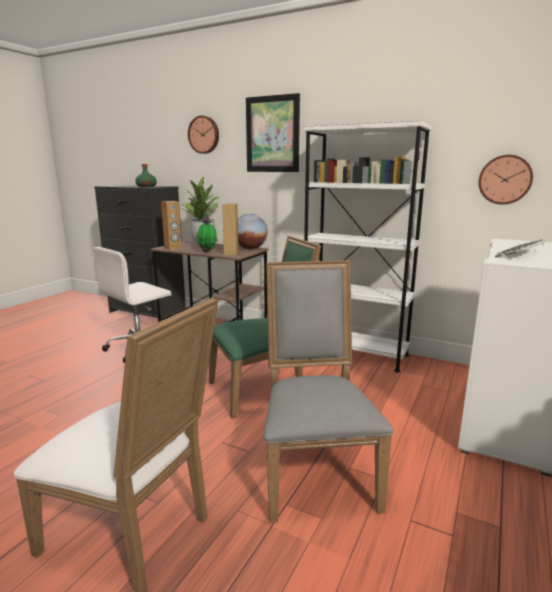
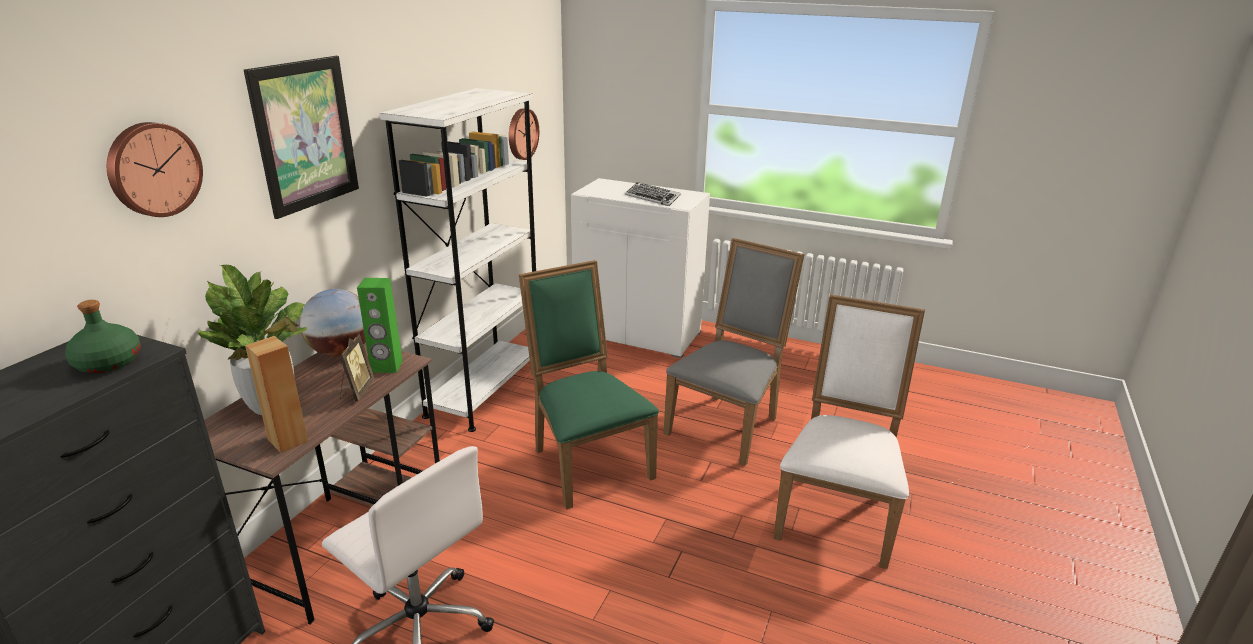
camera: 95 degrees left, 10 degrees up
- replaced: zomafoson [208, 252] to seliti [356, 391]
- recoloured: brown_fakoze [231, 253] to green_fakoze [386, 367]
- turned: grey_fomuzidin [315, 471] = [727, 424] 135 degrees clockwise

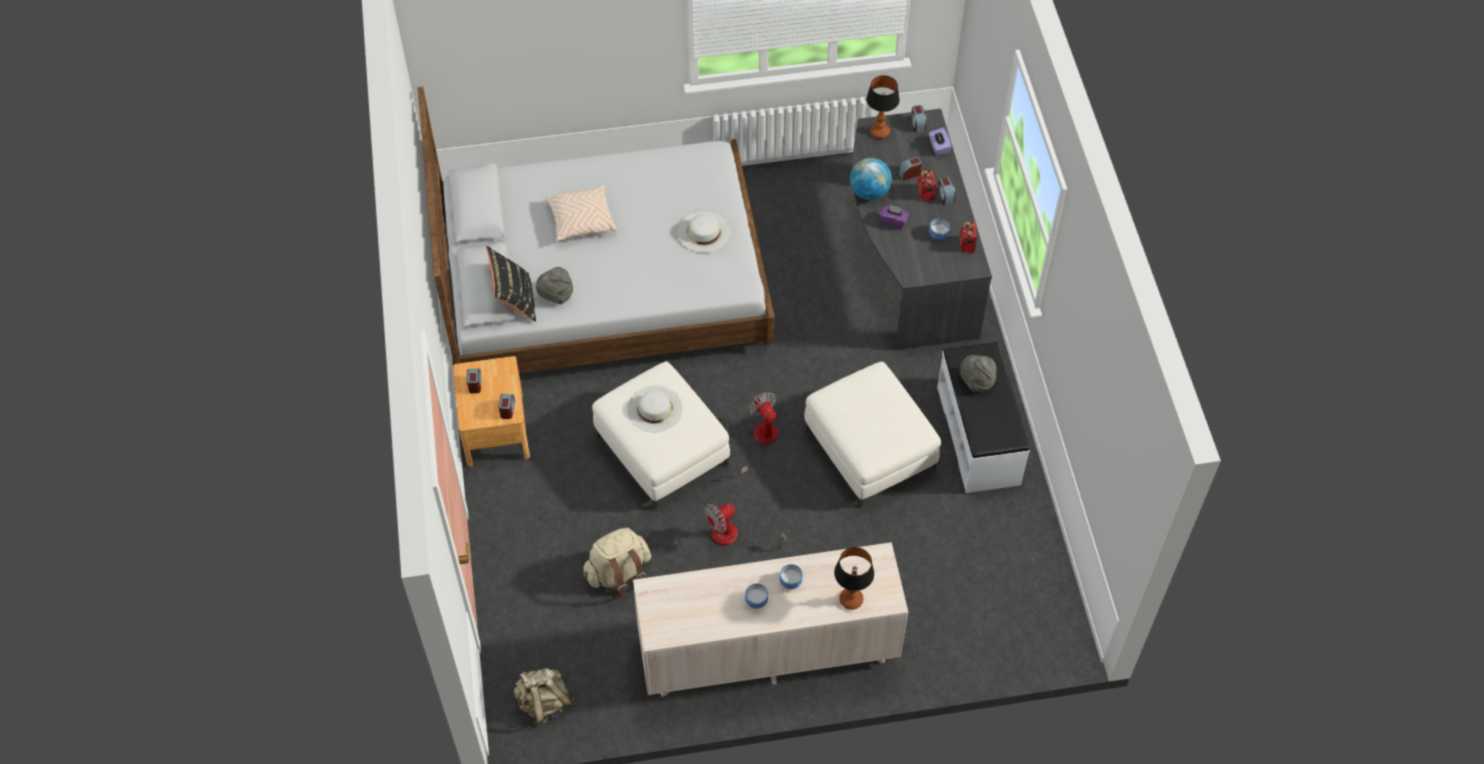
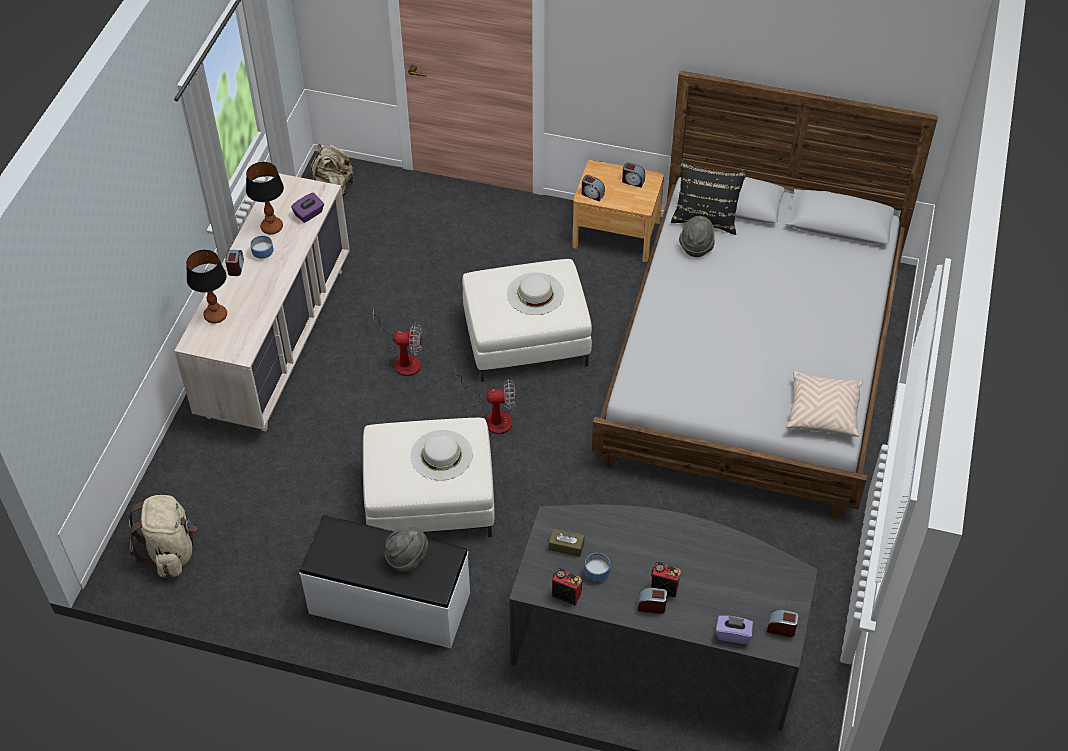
camera: 115 degrees right, 5 degrees down
- moved: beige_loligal [618, 573] to [171, 551]
- moved: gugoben [909, 173] to [236, 267]
- moved: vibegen [880, 132] to [271, 227]
- moved: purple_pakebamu [893, 221] to [309, 214]
- turned: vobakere [734, 536] = [402, 359] 105 degrees clockwise
- moved: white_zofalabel [703, 232] to [441, 455]
- added: brown_pakebamu [566, 546]
- moved: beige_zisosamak [581, 221] to [822, 412]
- removed: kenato [791, 581]
- removed: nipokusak [869, 192]

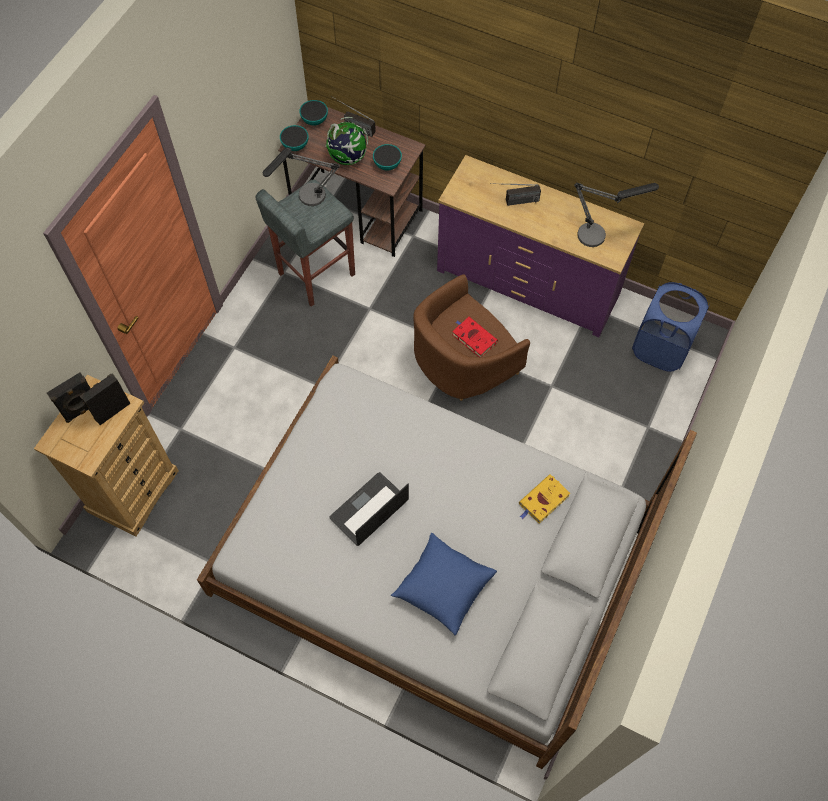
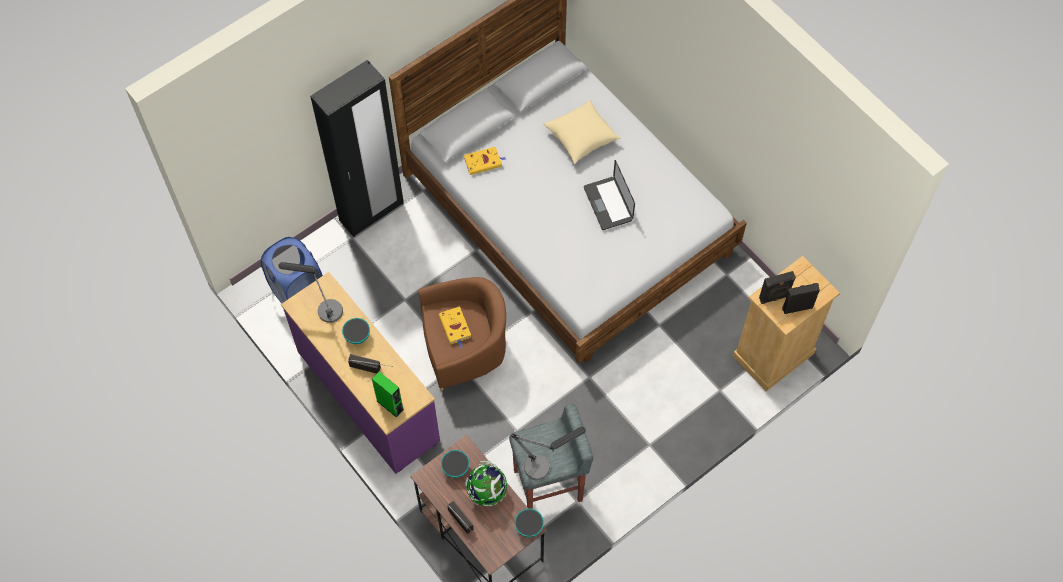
camera: 155 degrees left, 0 degrees up
- added: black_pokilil [371, 212]
- moved: kenato [314, 120] to [357, 336]
- added: green_fakoze [390, 405]
- recoloured: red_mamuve [473, 338] to yellow_mamuve [455, 327]
- recoloured: blue_zisosamak [443, 587] to beige_zisosamak [581, 138]
- turned: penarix [369, 509] = [608, 204] 90 degrees clockwise

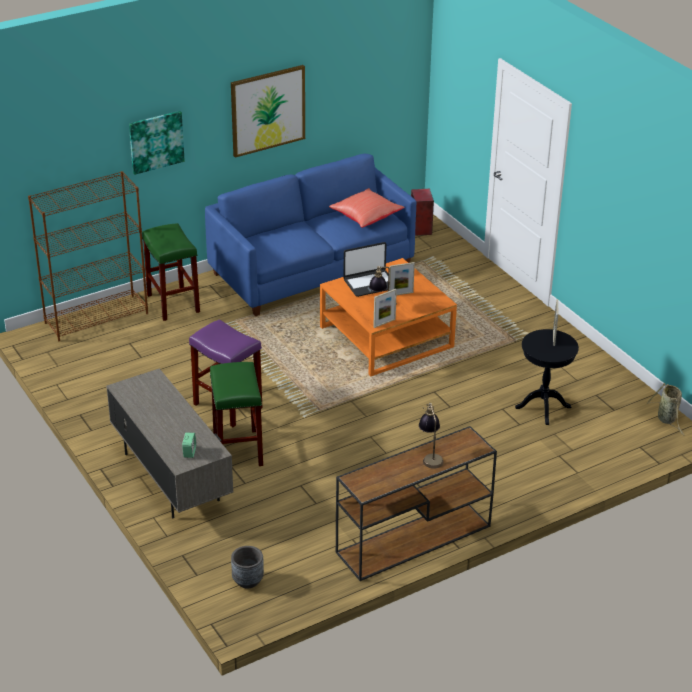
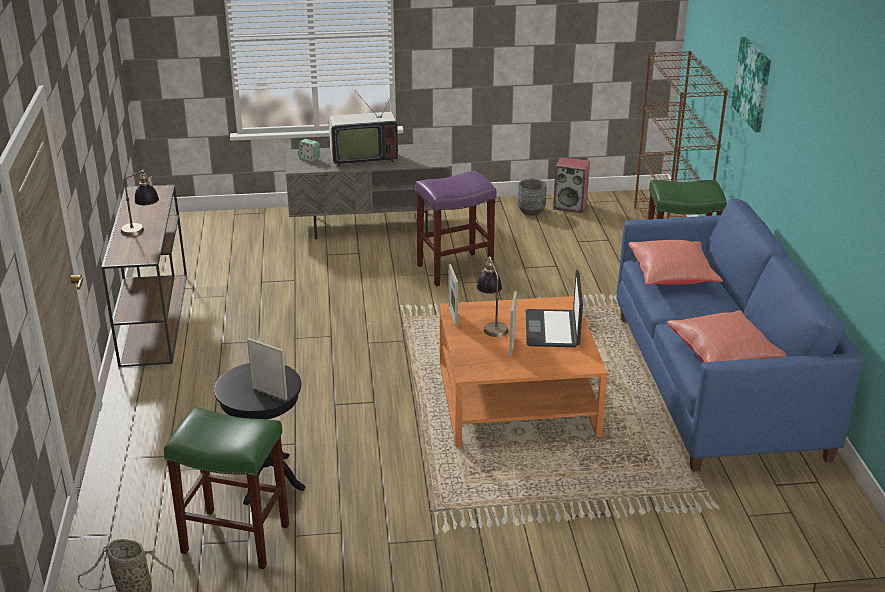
camera: 115 degrees right, 5 degrees down
- moved: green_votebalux [238, 450] to [234, 539]
- added: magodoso [362, 158]
- moved: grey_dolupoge [248, 581] to [531, 211]
- moved: fakoze [420, 228] to [570, 206]
- added: red_zisosamak [672, 277]
- removed: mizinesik [268, 110]

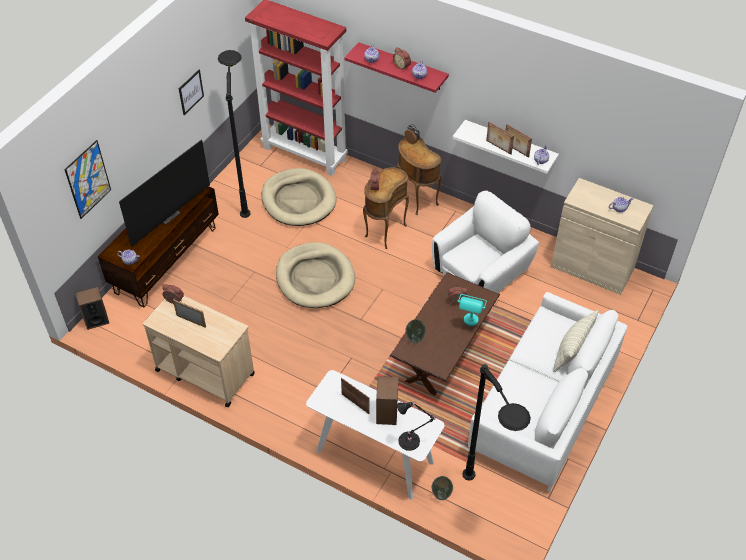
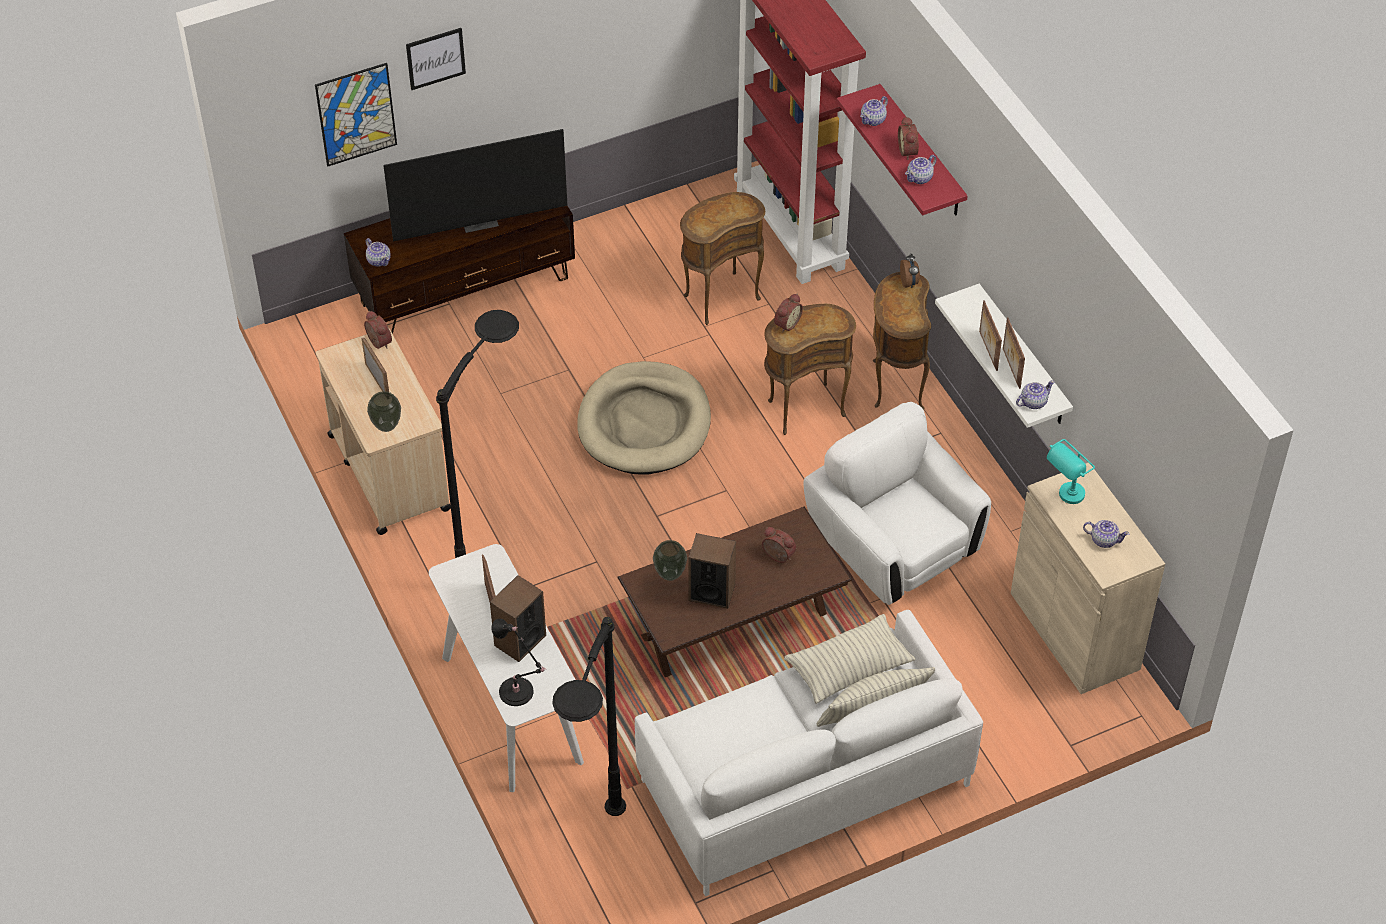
camera: 35 degrees right, 0 degrees up
- moved: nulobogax [441, 495] to [386, 426]
- moved: mizinesik [191, 92] to [435, 58]
- moved: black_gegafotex [246, 190] to [500, 544]
- replaced: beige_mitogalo [298, 200] to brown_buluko [720, 296]
- moved: fakoze [96, 320] to [711, 592]
- added: zisosamak [849, 668]
- turned: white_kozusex [480, 272] = [893, 544] 120 degrees counterclockwise
- moved: turquoise_vibegen [470, 324] to [1065, 499]

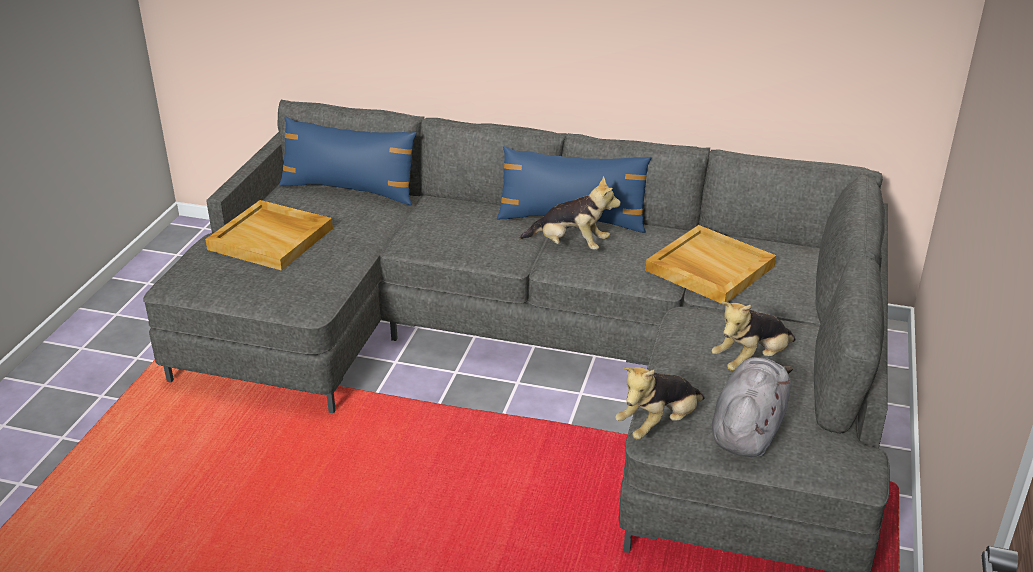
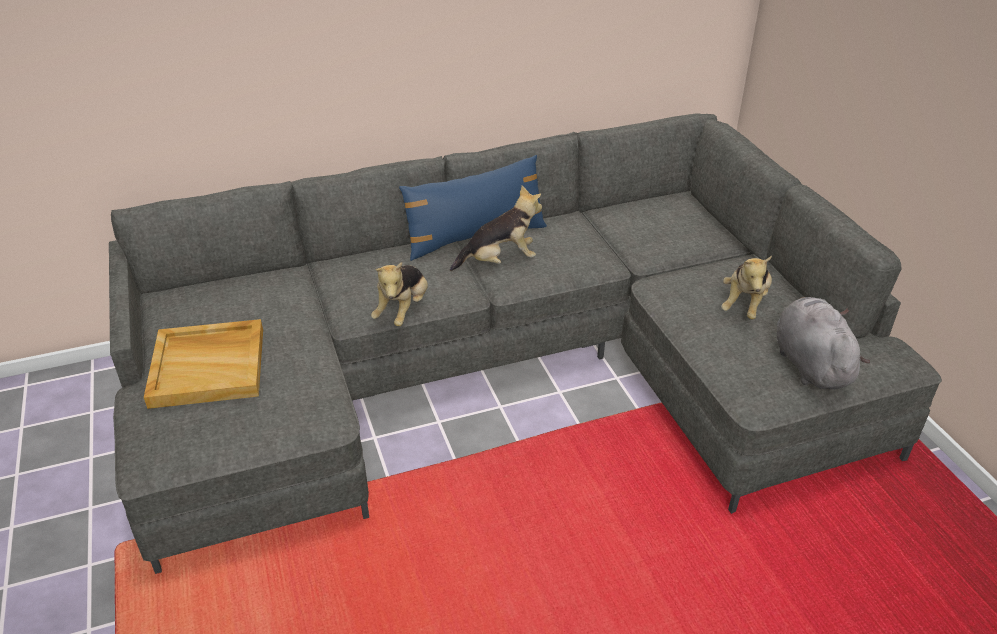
camera: 35 degrees left, 5 degrees up
- moved: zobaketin [659, 424] to [403, 310]
- removed: blue_zisosamak [349, 190]
- removed: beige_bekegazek [708, 268]

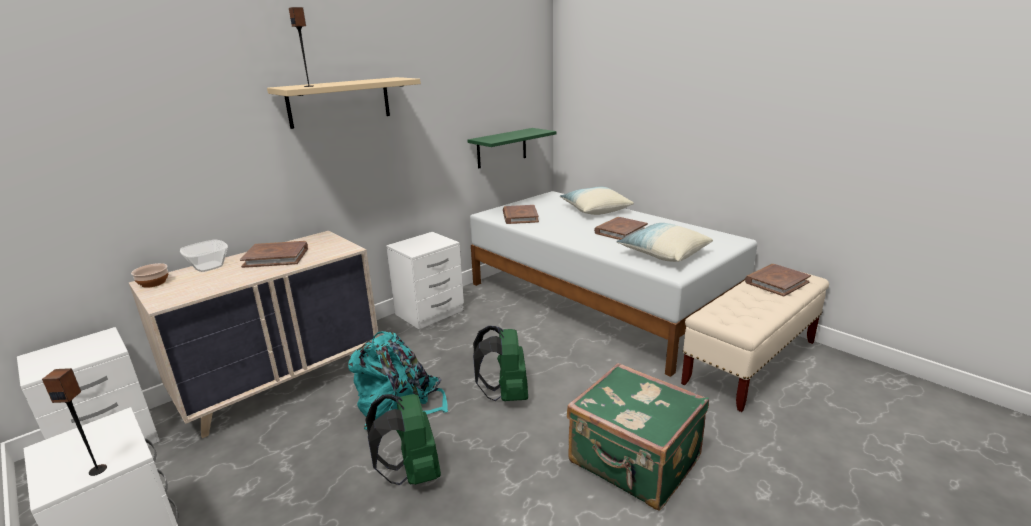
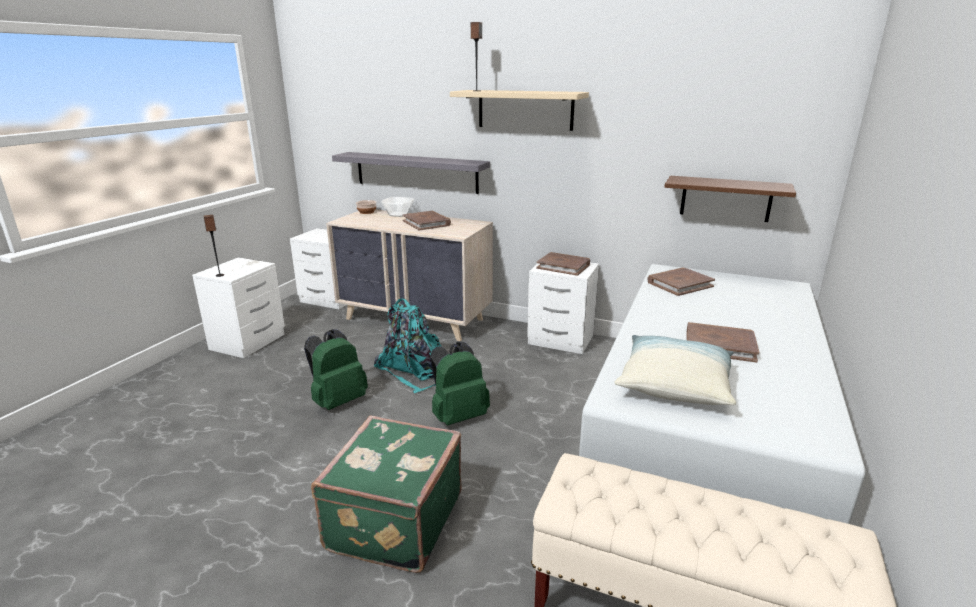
camera: 65 degrees right, 0 degrees up
- added: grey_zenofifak [416, 172]
- moved: brown_mamuve [776, 282] to [563, 266]
- recoloured: green_zenofifak [501, 148] to brown_zenofifak [726, 198]
- removed: zisosamak [595, 210]

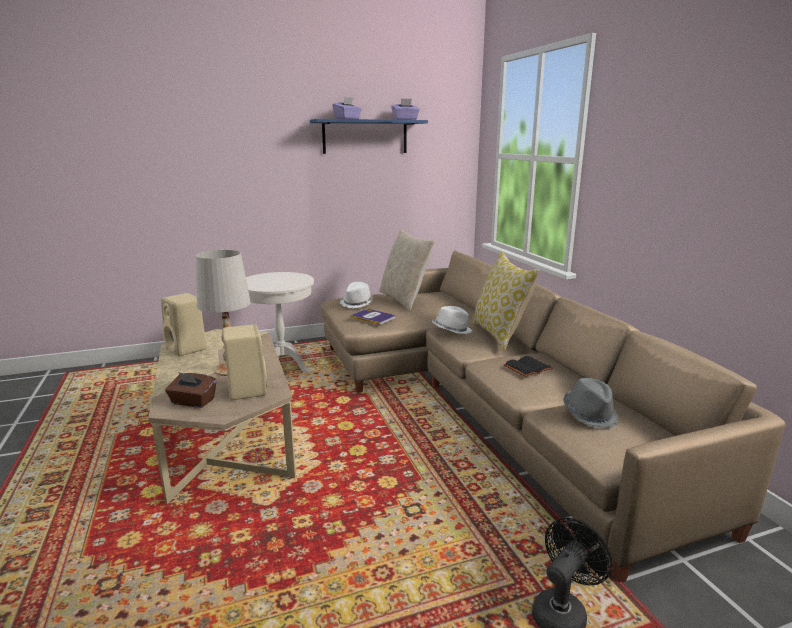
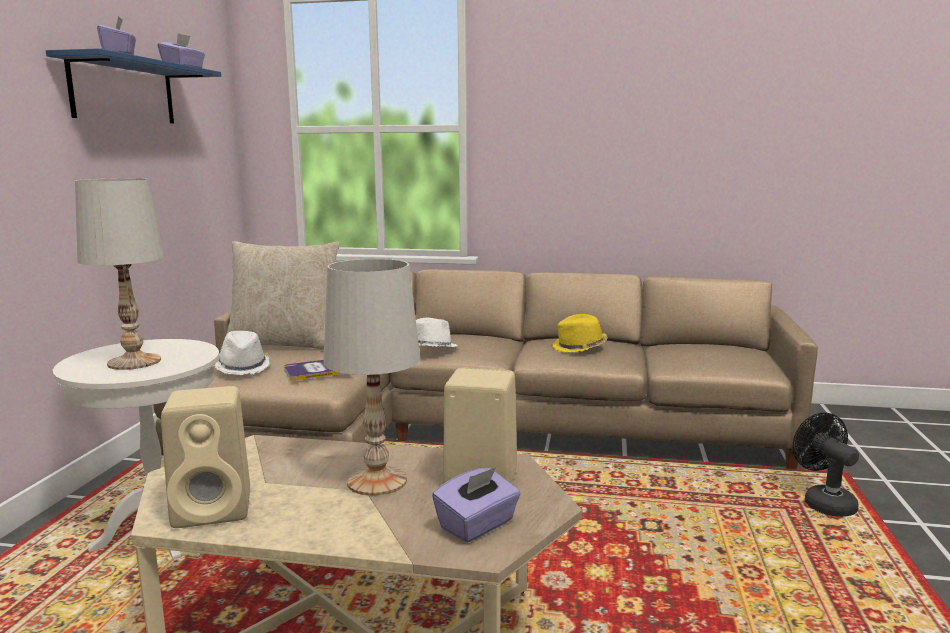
camera: 60 degrees left, 5 degrees down
- added: white_vibegen [133, 362]
- recoloured: brown_pakebamu [193, 402] to purple_pakebamu [477, 525]
- replaced: black_mamuve [528, 368] to yellow_zofalabel [579, 347]
- removed: zisosamak [500, 335]
- removed: grey_zofalabel [590, 414]

